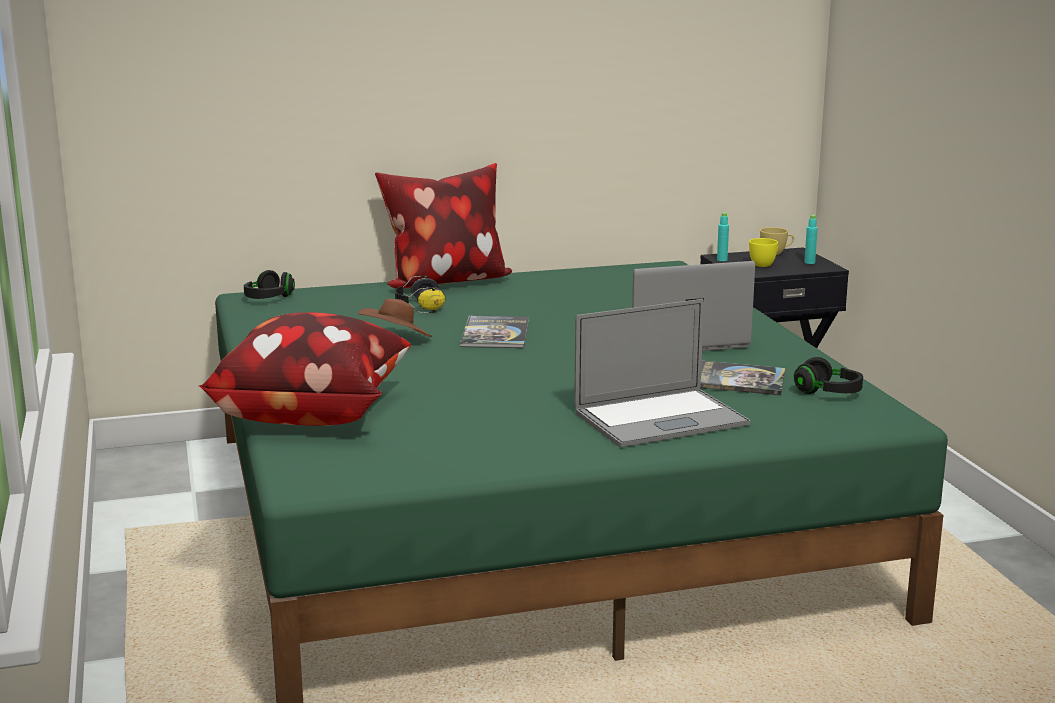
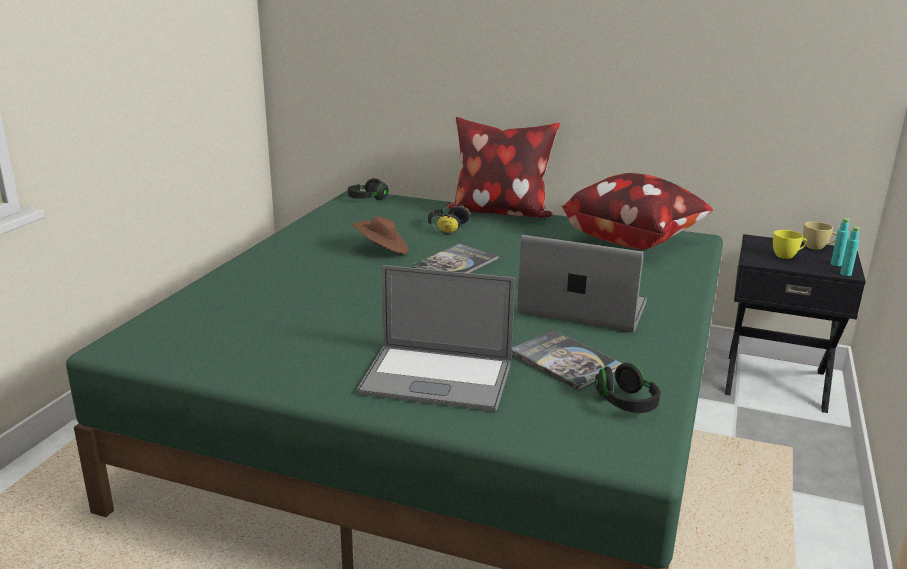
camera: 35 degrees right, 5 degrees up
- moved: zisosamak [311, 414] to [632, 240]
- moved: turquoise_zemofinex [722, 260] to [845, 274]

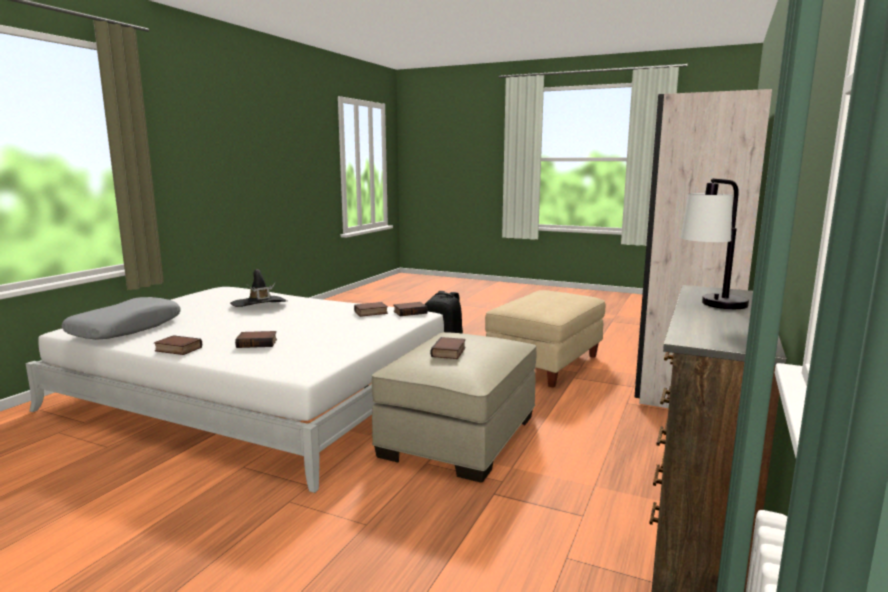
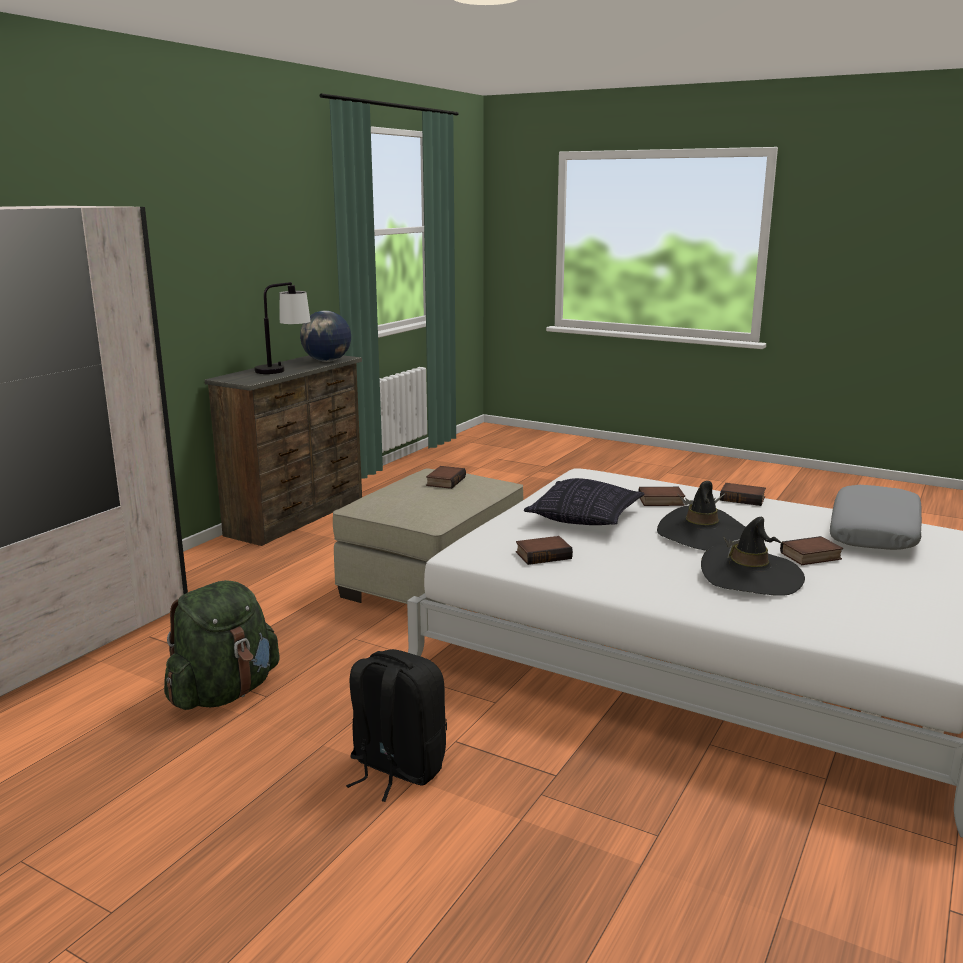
camera: 175 degrees left, 5 degrees up
- replaced: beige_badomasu [546, 364] to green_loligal [224, 693]
- added: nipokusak [326, 361]
- added: zisosamak [584, 518]
- added: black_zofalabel [702, 534]
- moved: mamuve [410, 312] to [811, 556]

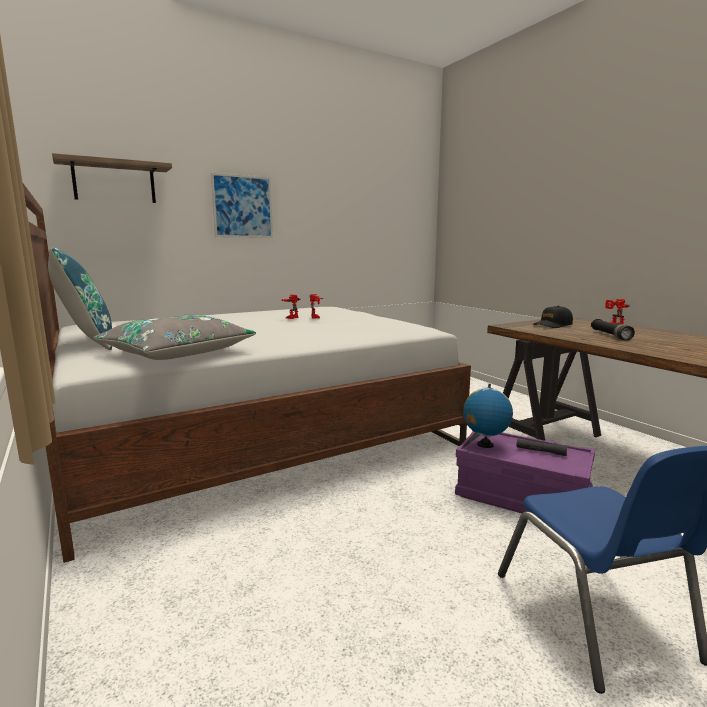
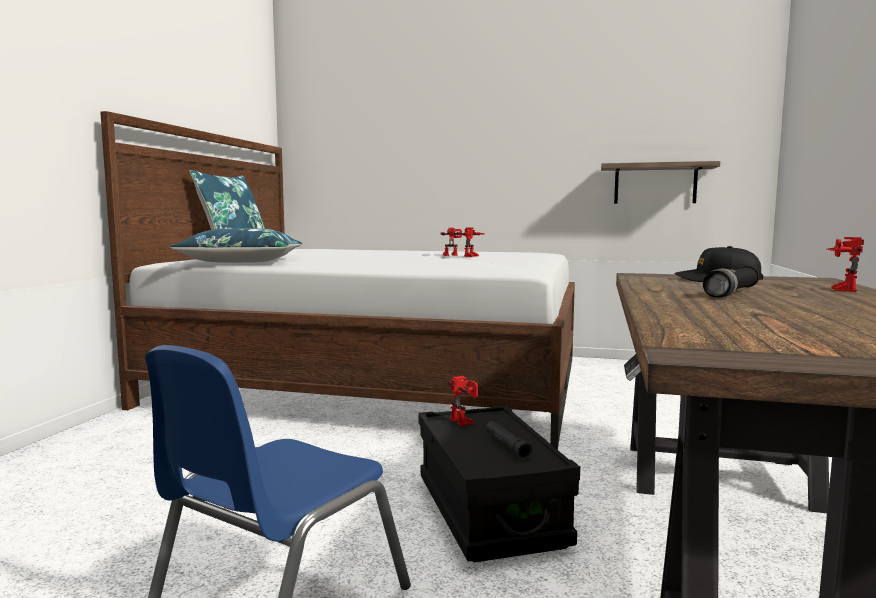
camera: 45 degrees right, 5 degrees down
- recoloured: grey_zisosamak [177, 353] to blue_zisosamak [242, 261]
- recoloured: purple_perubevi [521, 497] to black_perubevi [489, 511]
- replaced: nipokusak [485, 445] to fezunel [465, 421]
- moved: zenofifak [114, 182] to [655, 184]
- removed: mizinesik [243, 206]

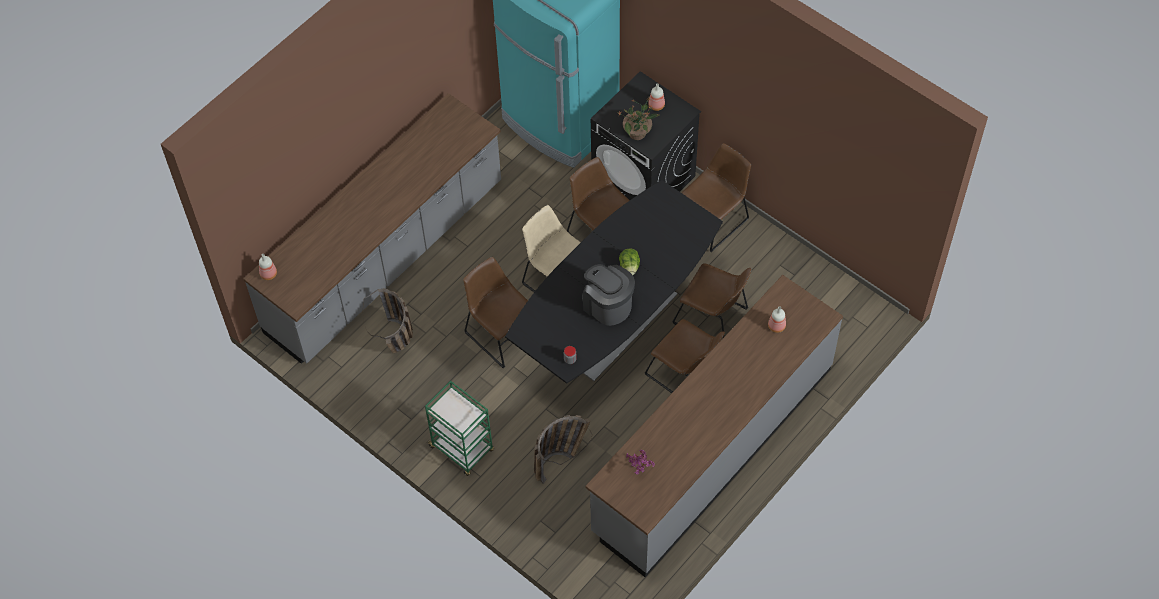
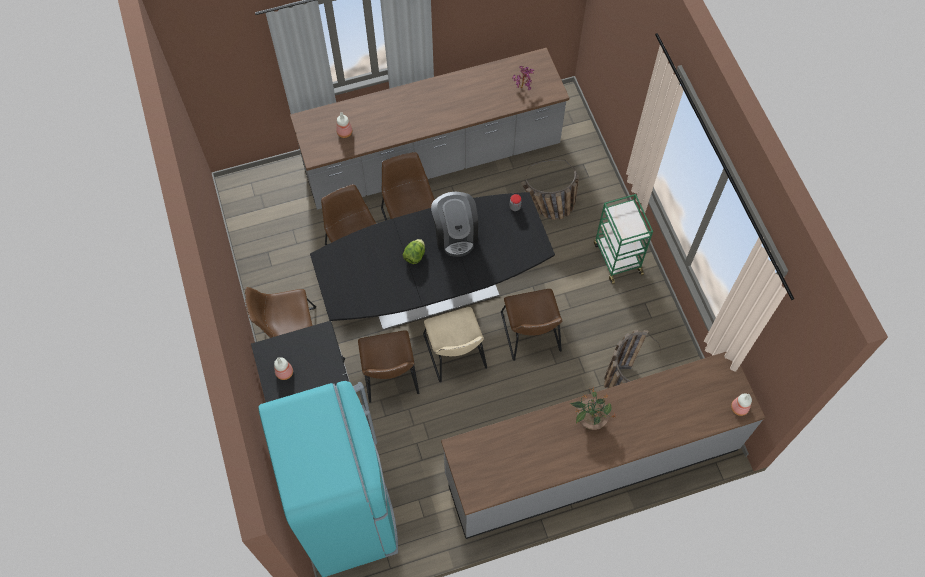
camera: 150 degrees left, 5 degrees up
- moved: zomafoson [638, 133] to [590, 419]

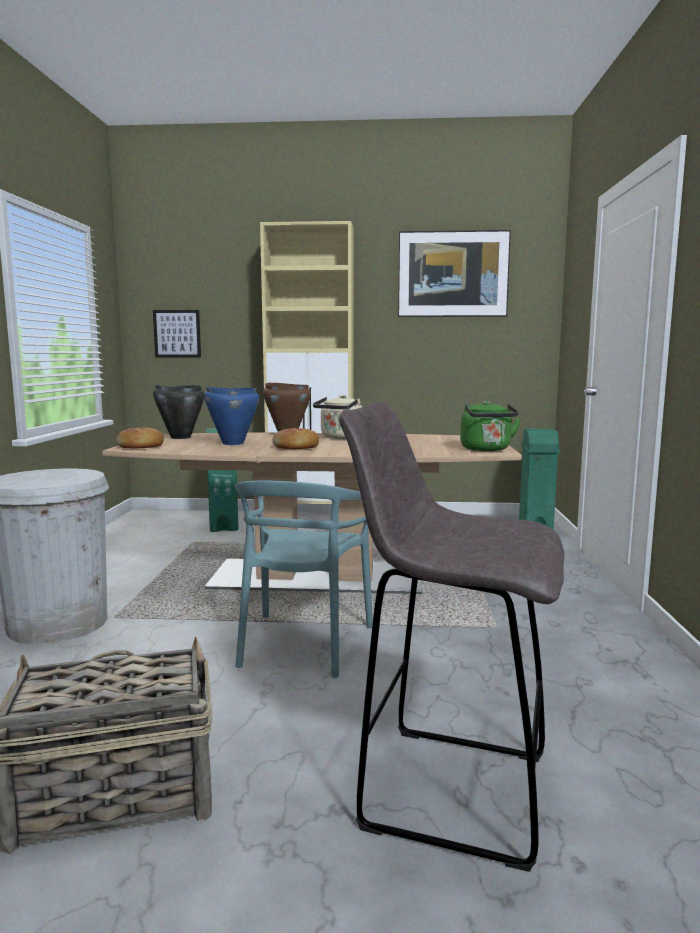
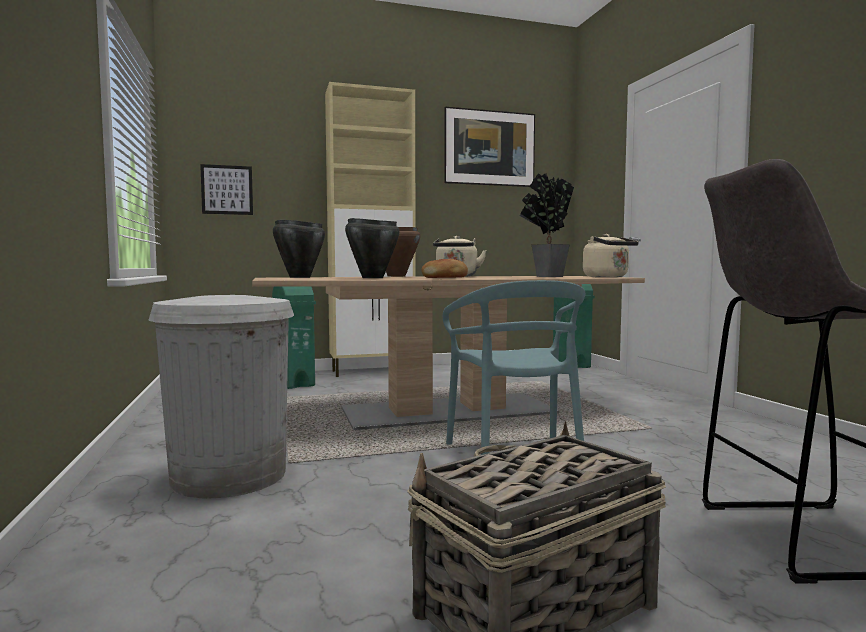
camera: 20 degrees left, 5 degrees down
- recoloured: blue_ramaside [232, 443] to black_ramaside [372, 278]
- added: zomafoson [545, 276]
- recoloured: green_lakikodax [487, 449] to beige_lakikodax [608, 277]
- removed: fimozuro [140, 447]

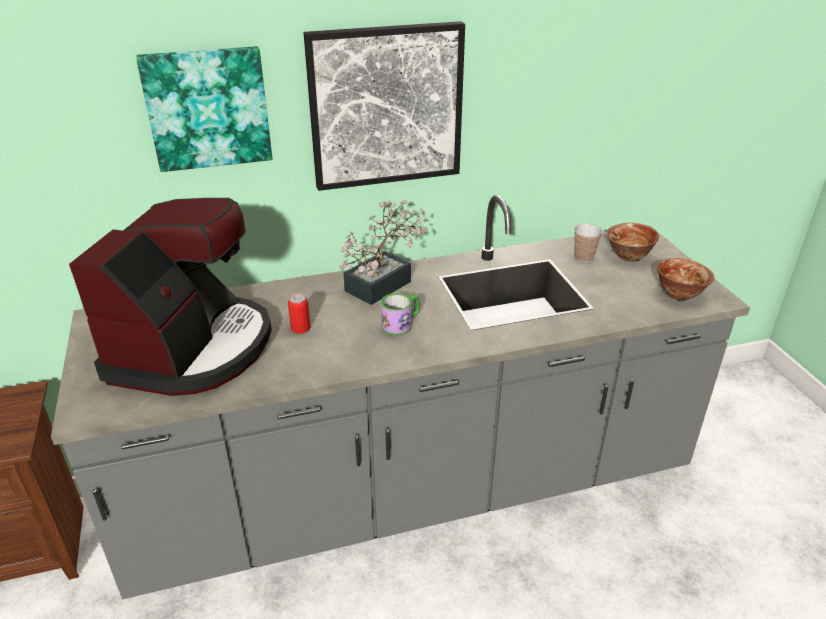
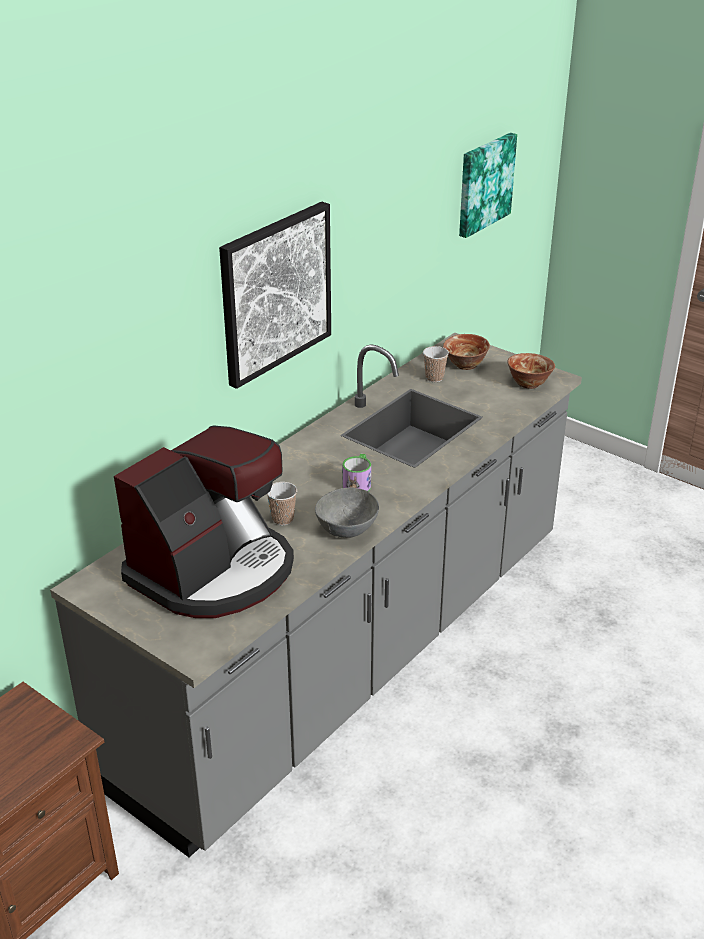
camera: 35 degrees left, 0 degrees up
- turned: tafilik [193, 348] = [214, 571] 60 degrees clockwise
- replaced: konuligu [300, 328] to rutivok [282, 519]
- added: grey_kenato [348, 529]
- moved: mizinesik [208, 108] to [484, 184]
- removed: zomafoson [384, 283]

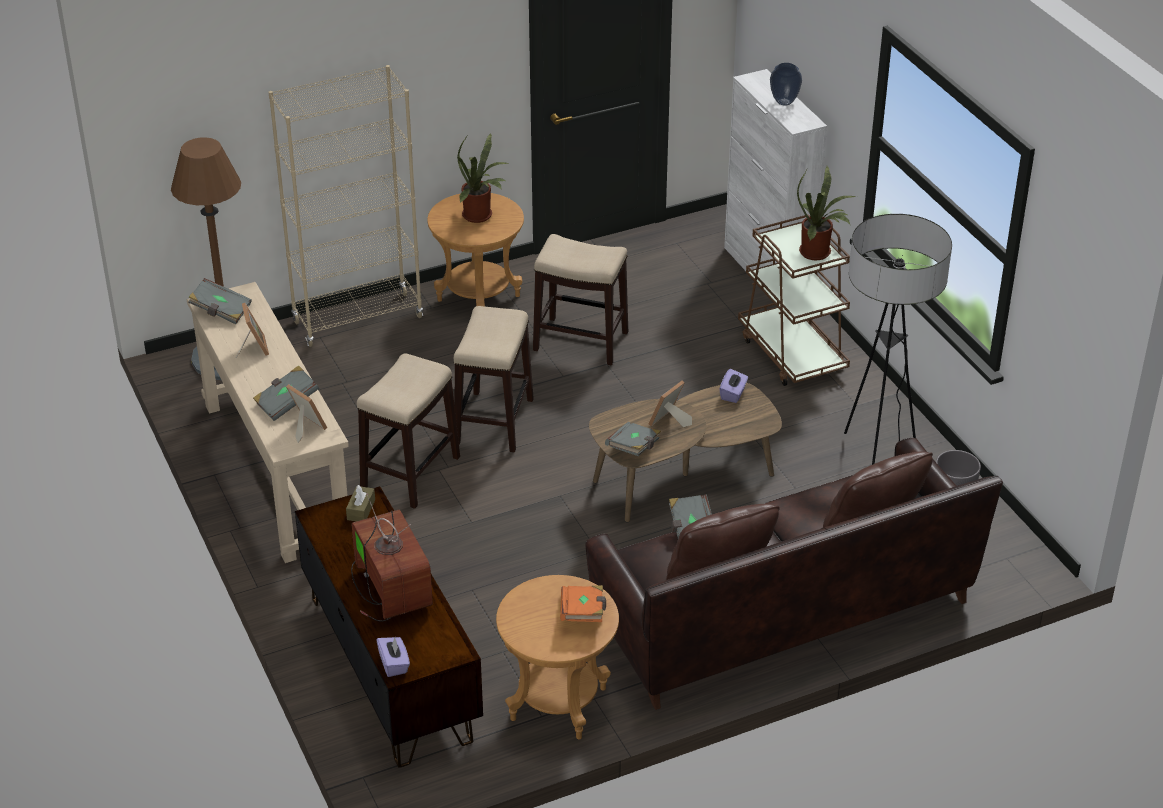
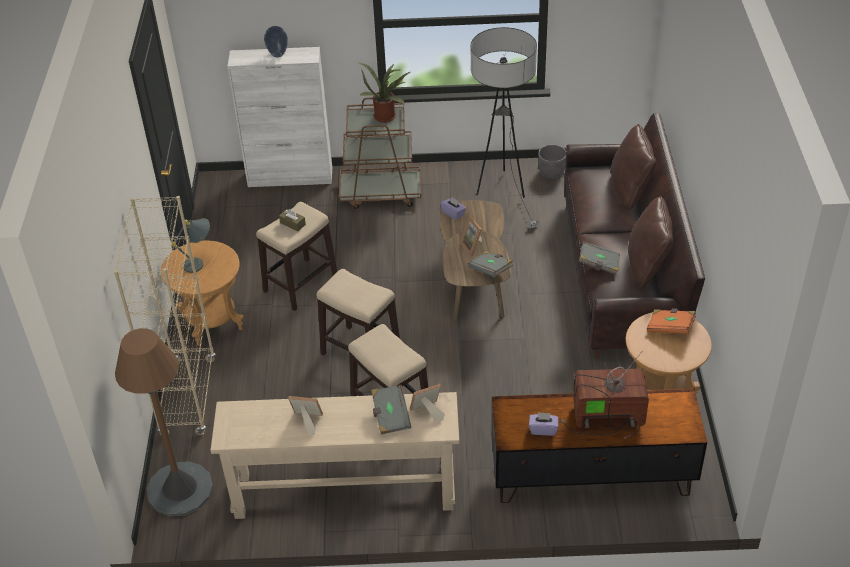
camera: 65 degrees left, 5 degrees up
- replaced: zomafoson [480, 216] to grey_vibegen [200, 263]
- moved: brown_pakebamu [361, 510] to [292, 224]
- moved: purple_pakebamu [394, 664] to [543, 429]
- removed: grey_mamuve [221, 311]

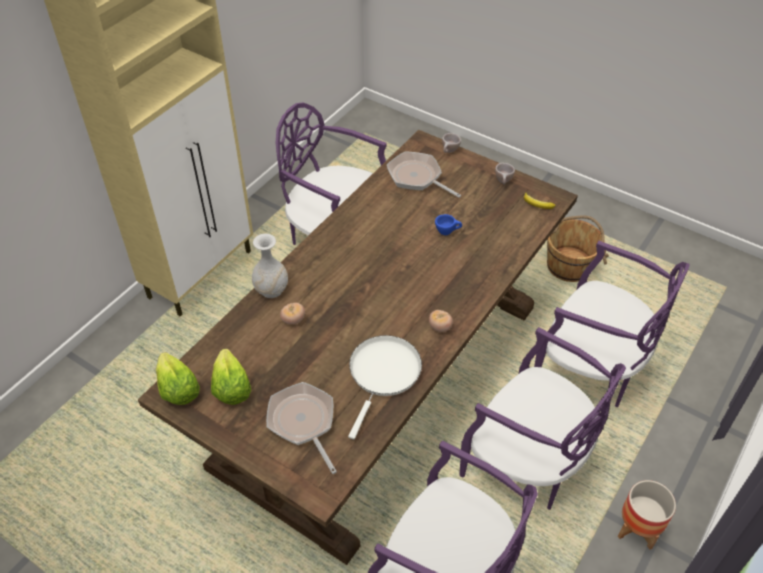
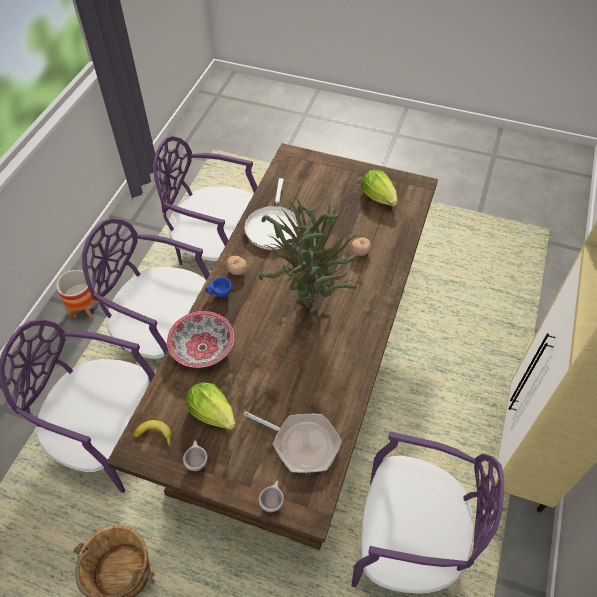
camera: 165 degrees right, 5 degrees up
- added: kenato [202, 348]
- moved: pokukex [177, 389] to [213, 412]
- moved: blue_rutivok [447, 232] to [219, 295]
- added: zomafoson [311, 295]
- removed: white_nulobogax [272, 290]
- removed: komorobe [303, 423]

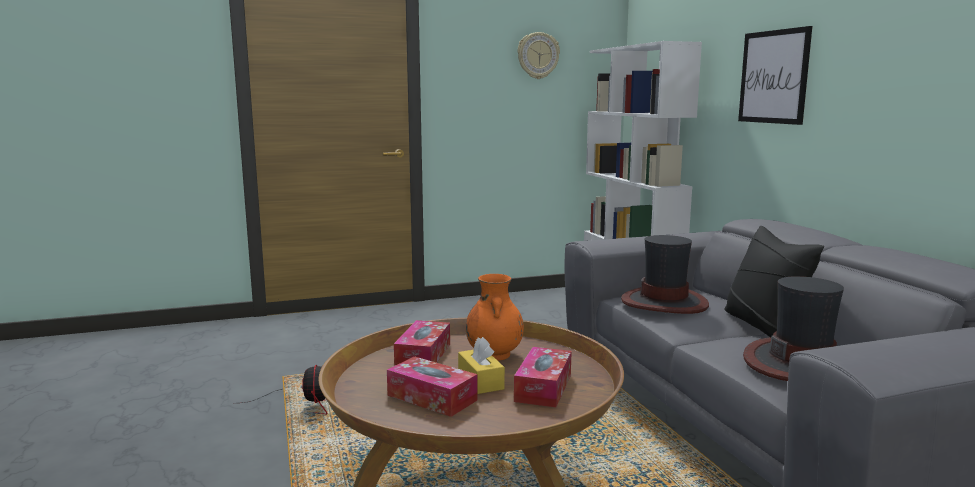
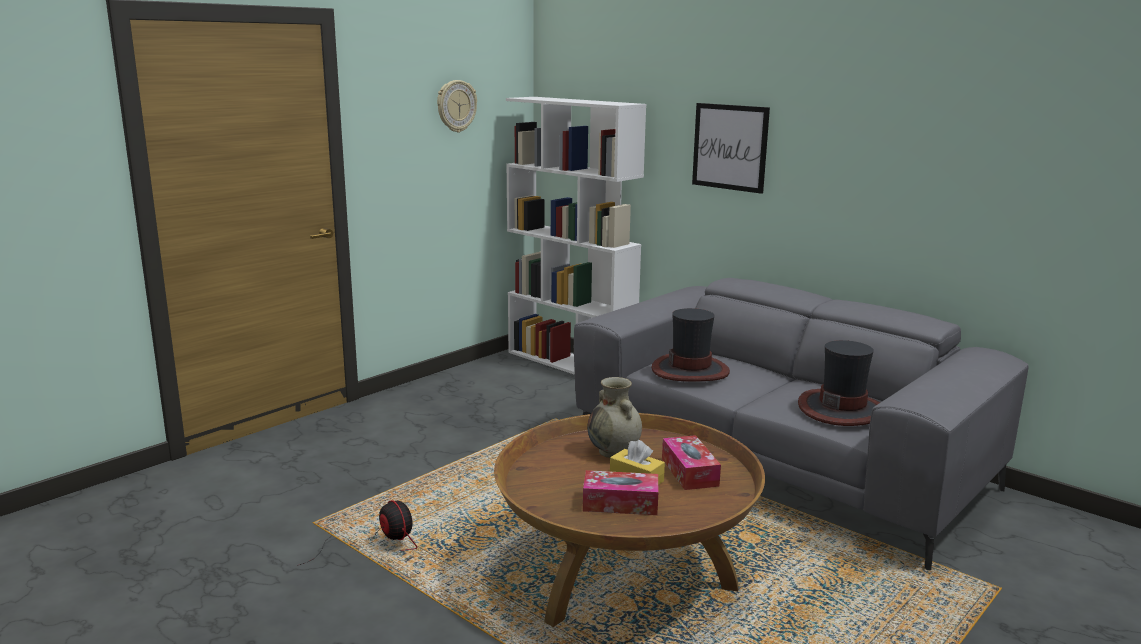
camera: 30 degrees left, 5 degrees up
- recoloured: orange_nulobogax [494, 355] to beige_nulobogax [614, 452]
- removed: pakebamu [423, 355]
- removed: black_zisosamak [764, 325]

